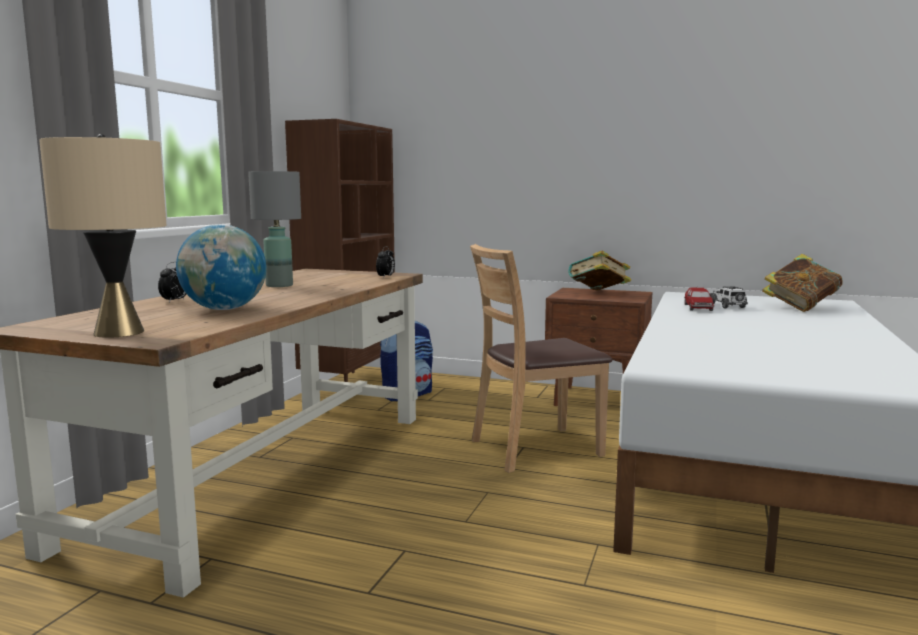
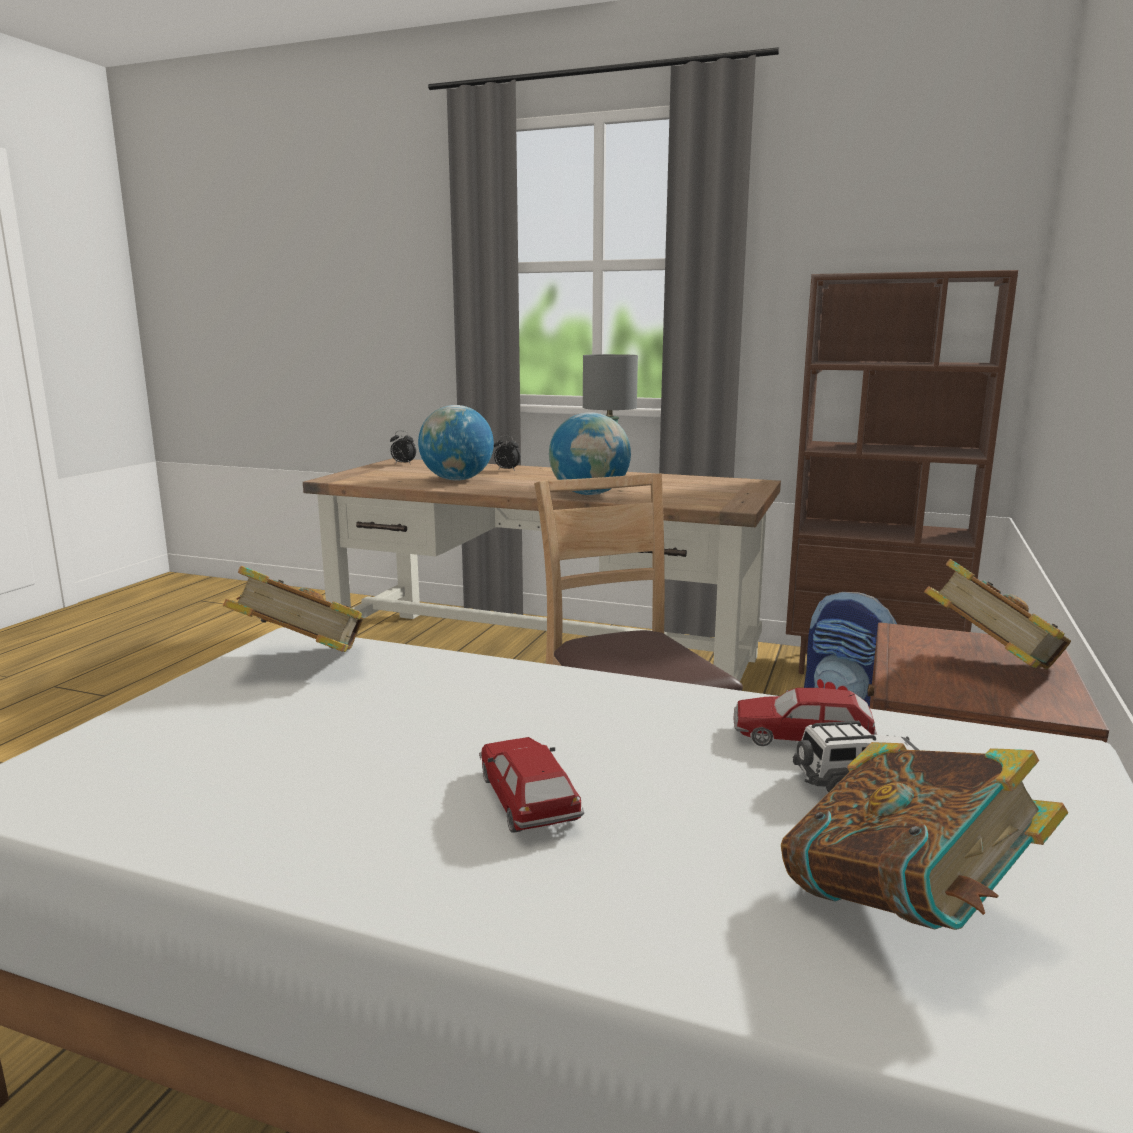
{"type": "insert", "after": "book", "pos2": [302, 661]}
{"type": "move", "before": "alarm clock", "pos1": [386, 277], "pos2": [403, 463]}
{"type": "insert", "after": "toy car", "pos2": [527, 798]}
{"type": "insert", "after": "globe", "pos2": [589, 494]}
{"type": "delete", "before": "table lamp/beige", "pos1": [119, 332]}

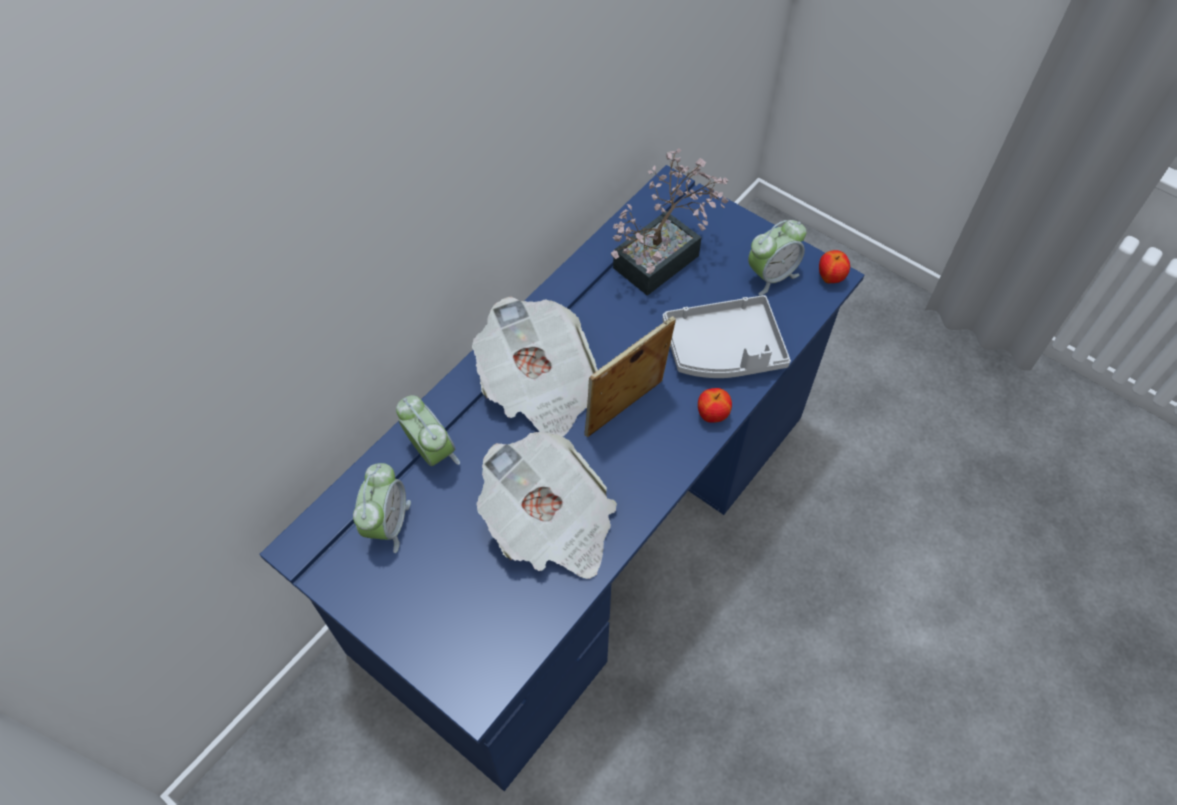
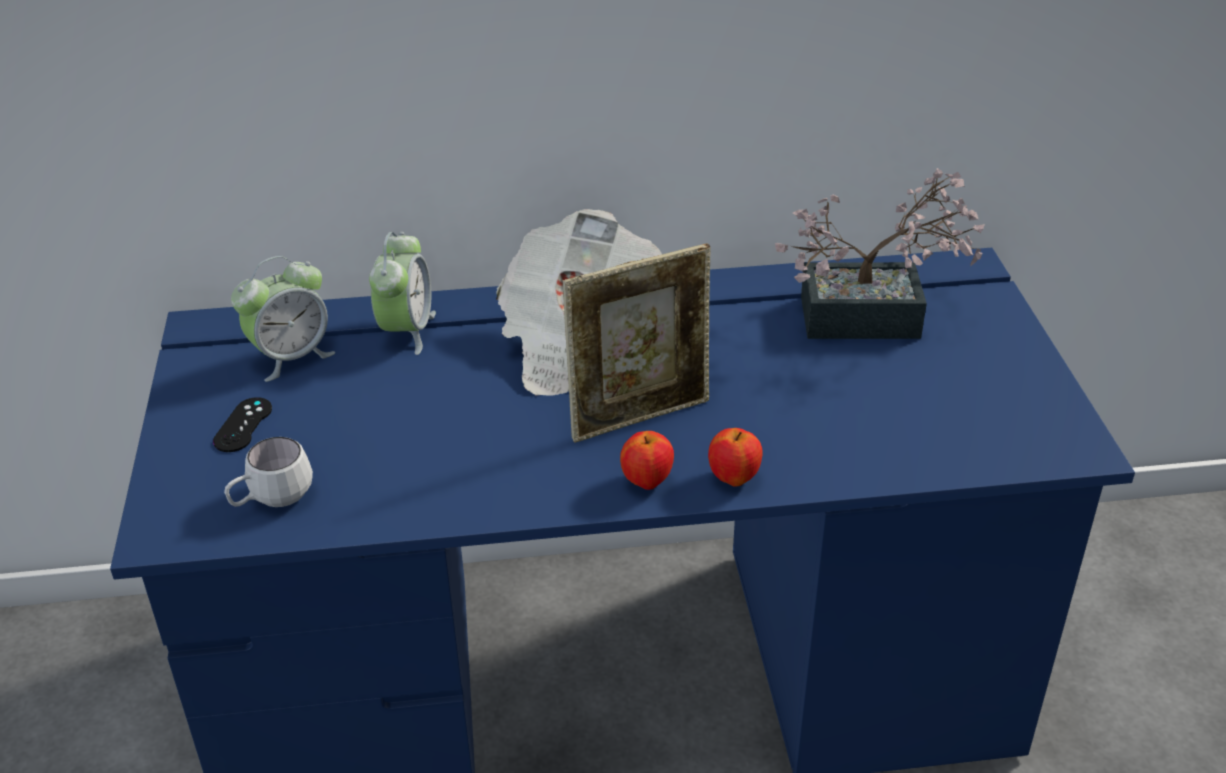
{"type": "insert", "after": "game controller/black", "pos2": [243, 425]}
{"type": "insert", "after": "mug/white", "pos2": [272, 500]}
{"type": "rotate", "before": "picture frame", "pos1": [625, 411], "pos2": [640, 416], "turn": 150}
{"type": "move", "before": "apple", "pos1": [830, 278], "pos2": [647, 482]}
{"type": "delete", "before": "newspaper", "pos1": [551, 524]}
{"type": "delete", "before": "tray/grey", "pos1": [724, 349]}
{"type": "delete", "before": "alarm clock", "pos1": [771, 276]}

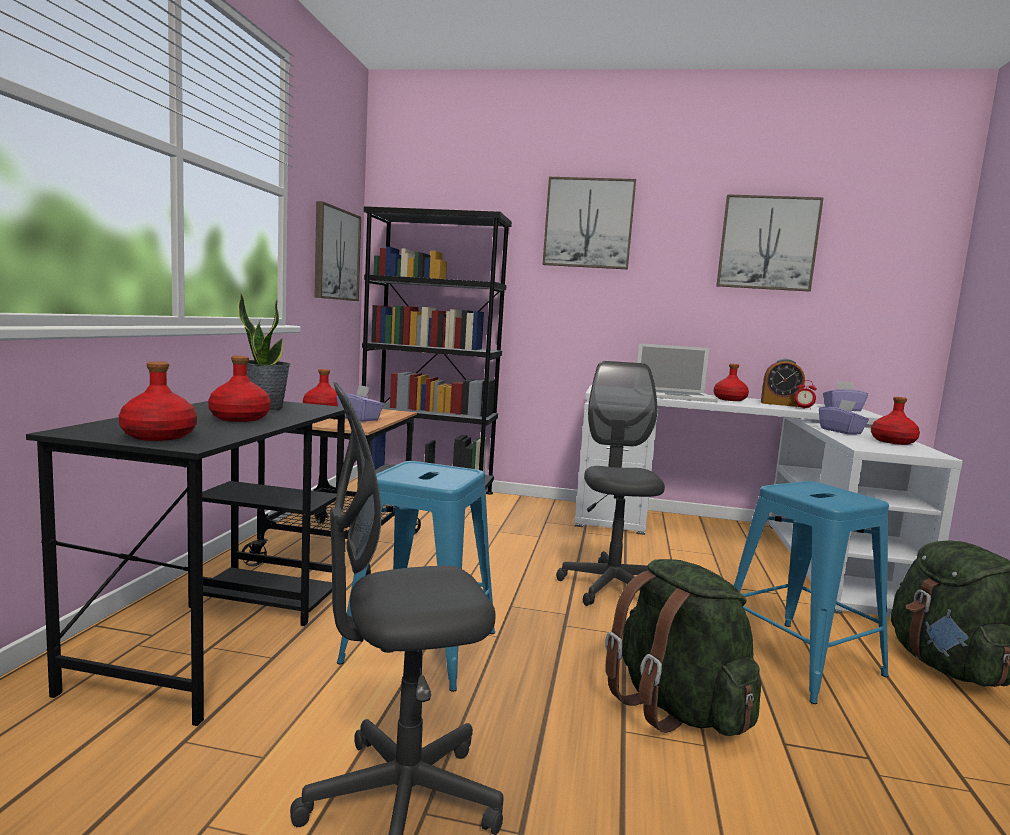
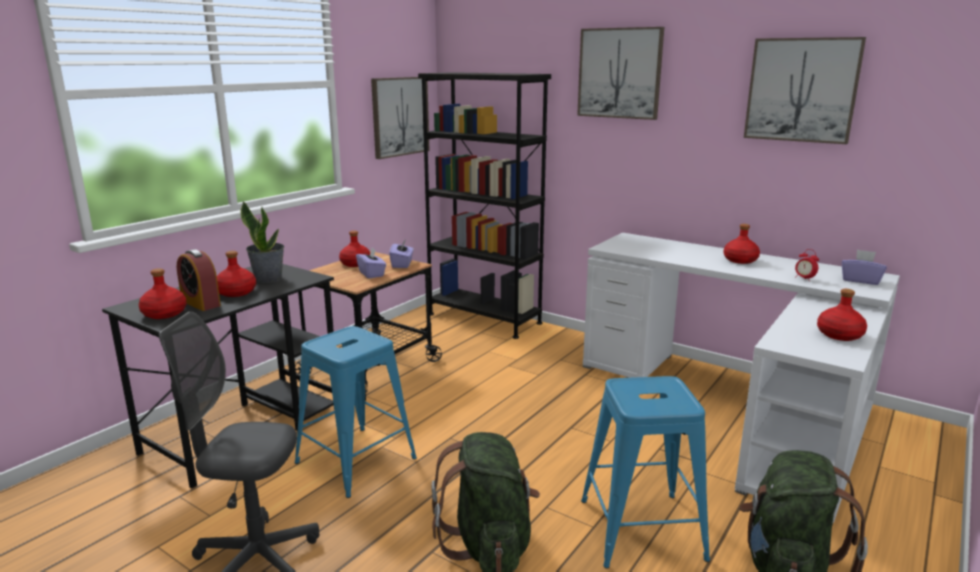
{"type": "move", "before": "alarm clock", "pos1": [780, 404], "pos2": [201, 303]}
{"type": "move", "before": "tissue box/purple", "pos1": [841, 431], "pos2": [402, 264]}
{"type": "delete", "before": "office chair/grey", "pos1": [611, 587]}
{"type": "delete", "before": "laptop", "pos1": [673, 396]}

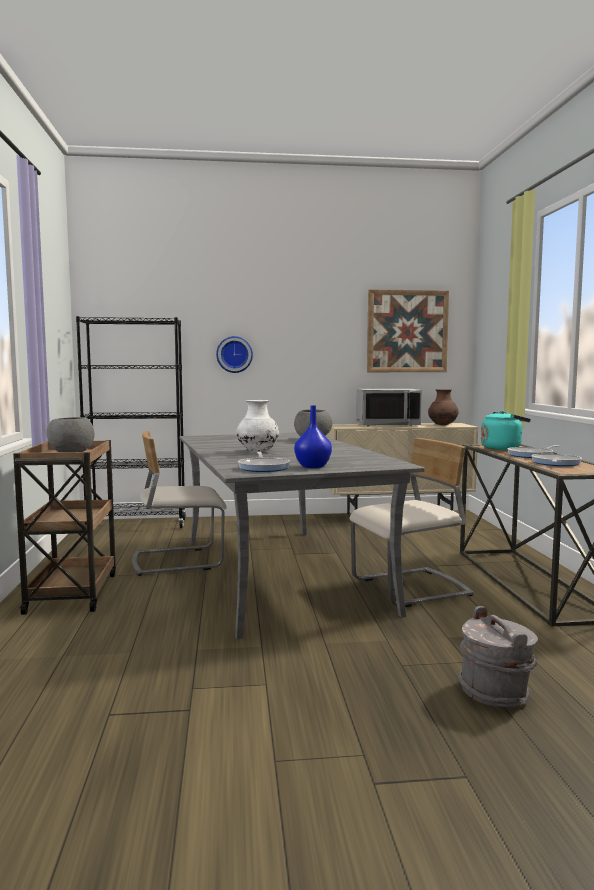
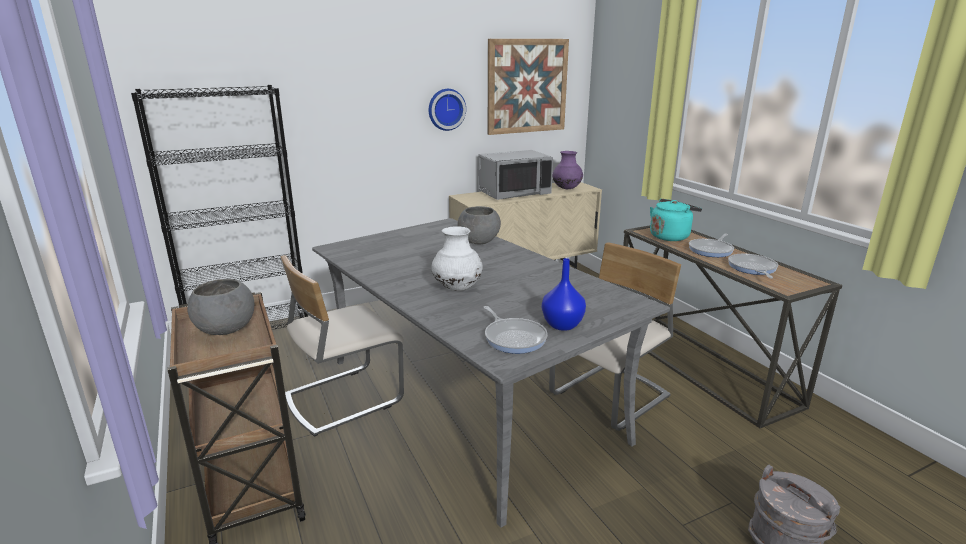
{"type": "move", "before": "wall clock", "pos1": [234, 354], "pos2": [446, 109]}
{"type": "recolor", "before": "vase/brown", "after": "vase/purple", "pos1": [442, 425], "pos2": [567, 189]}

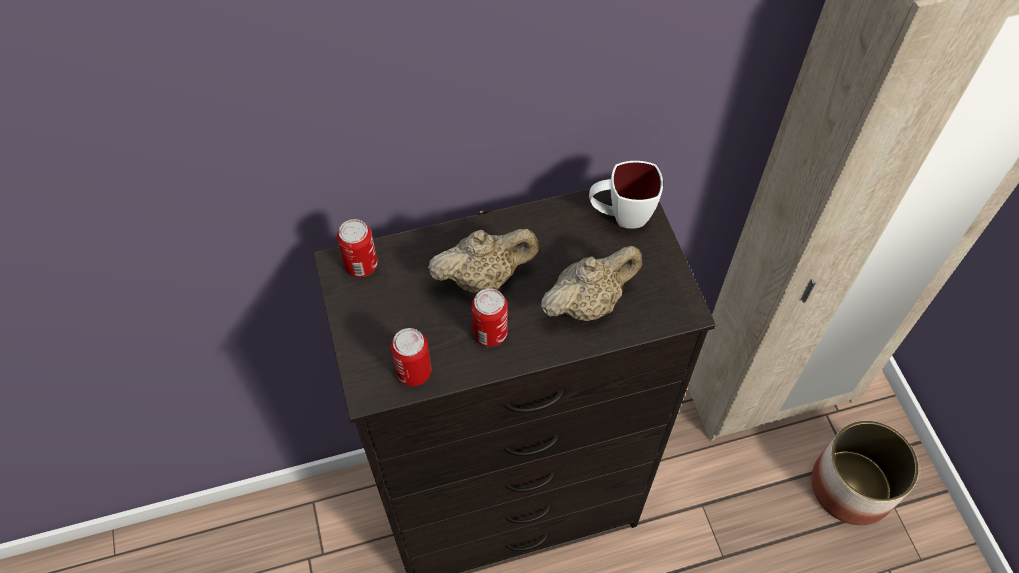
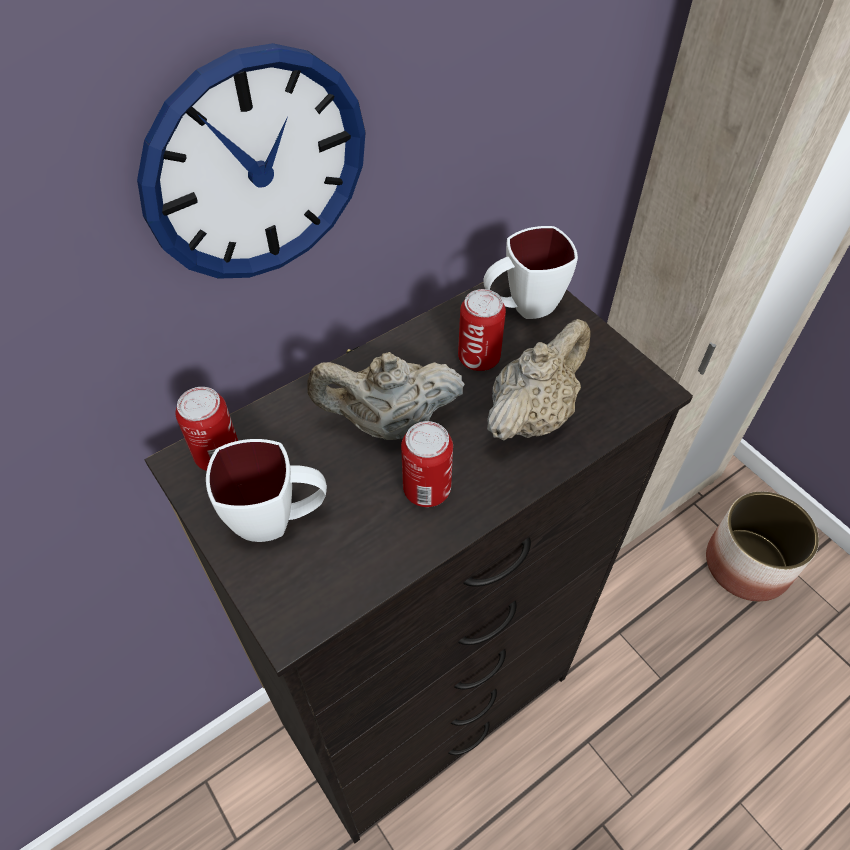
{"type": "insert", "after": "wall clock", "pos2": [257, 169]}
{"type": "insert", "after": "mug/white", "pos2": [279, 520]}
{"type": "rotate", "before": "teapot/beige", "pos1": [484, 277], "pos2": [388, 423], "turn": -150}
{"type": "move", "before": "can", "pos1": [414, 372], "pos2": [479, 358]}

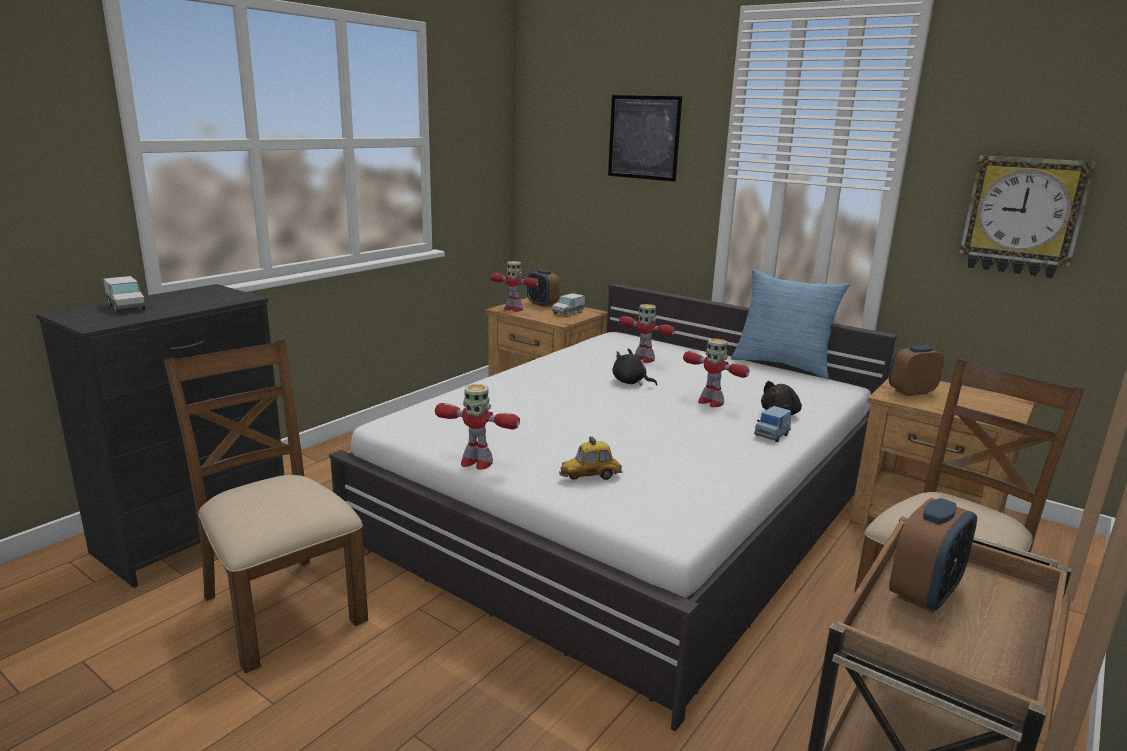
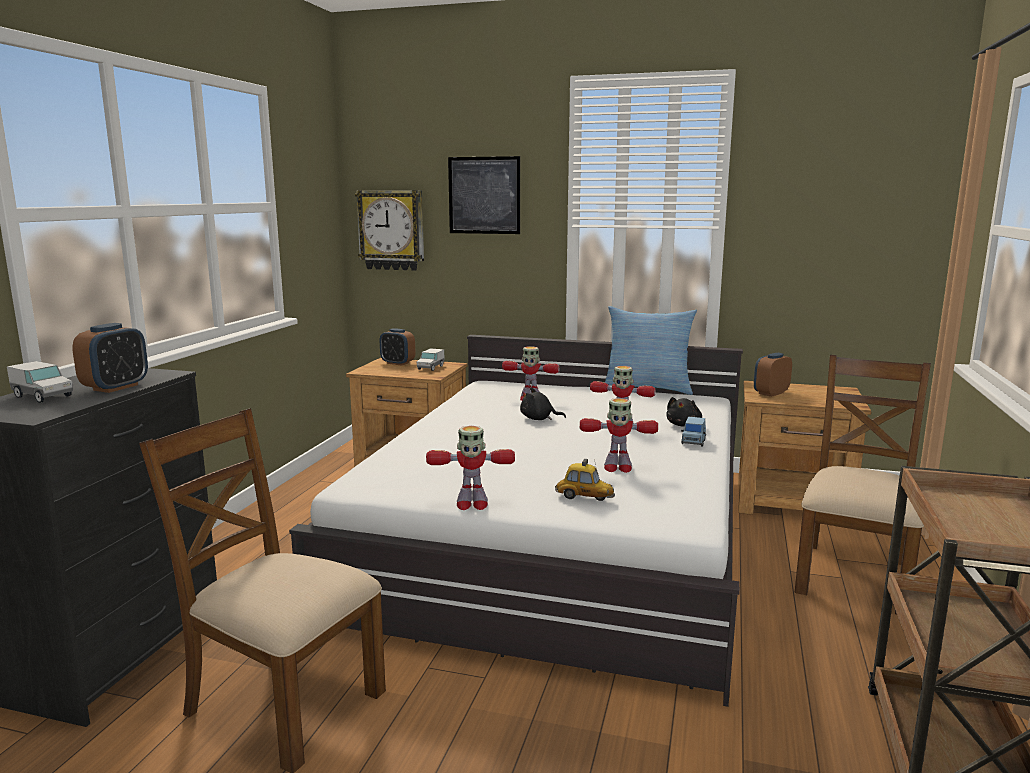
{"type": "move", "before": "alarm clock", "pos1": [924, 594], "pos2": [116, 387]}
{"type": "move", "before": "wall clock", "pos1": [1023, 216], "pos2": [391, 230]}
{"type": "rotate", "before": "toy car", "pos1": [590, 477], "pos2": [584, 497], "turn": -120}
{"type": "move", "before": "toy robot", "pos1": [513, 309], "pos2": [617, 468]}

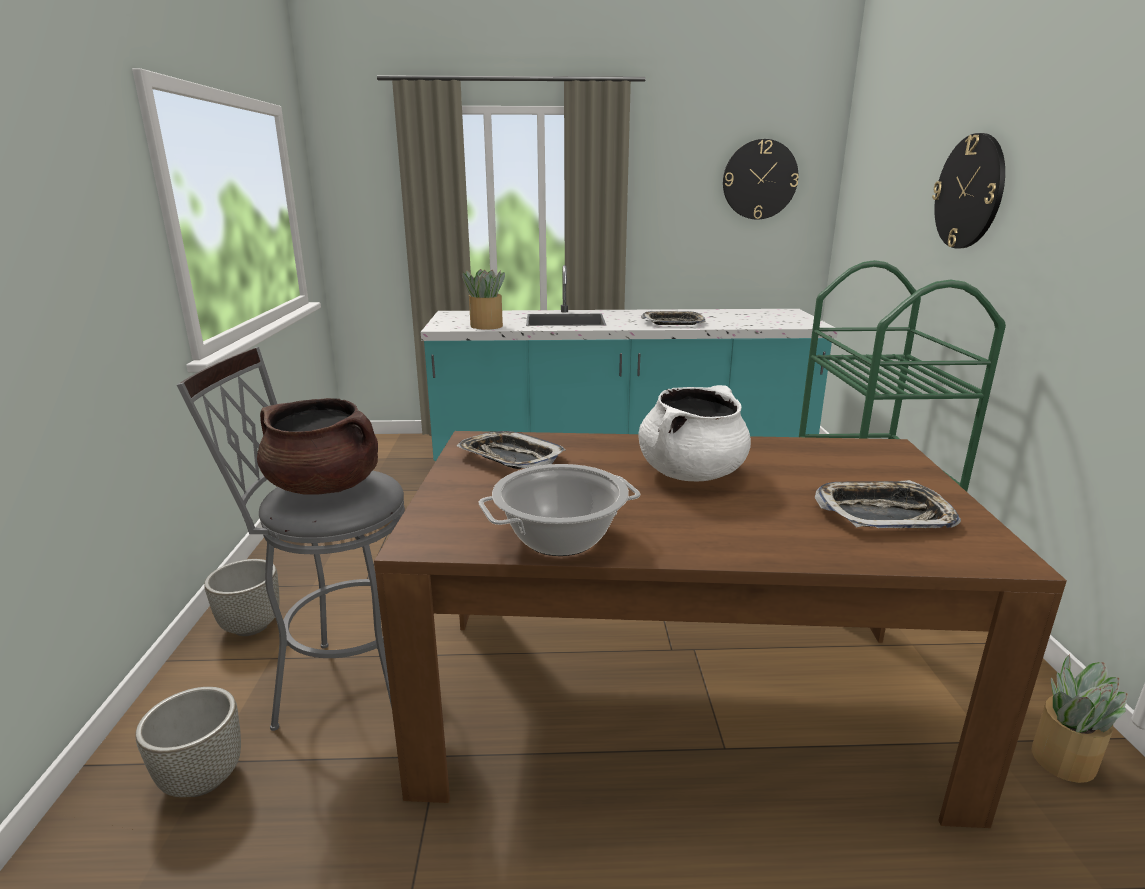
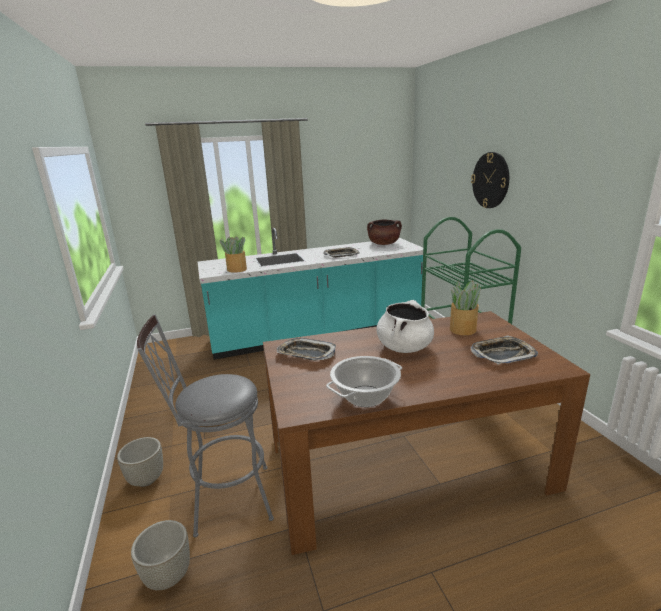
{"type": "move", "before": "cooking pot/brown", "pos1": [325, 486], "pos2": [384, 244]}
{"type": "move", "before": "potted plant", "pos1": [1064, 758], "pos2": [463, 329]}
{"type": "delete", "before": "wall clock", "pos1": [760, 179]}

